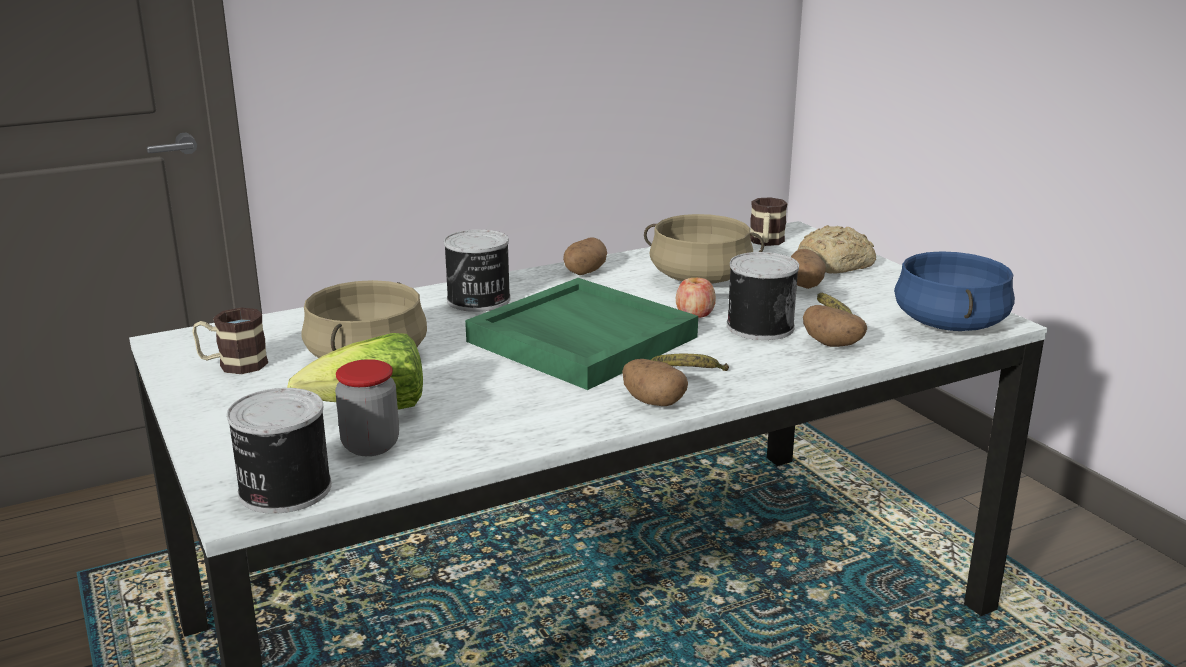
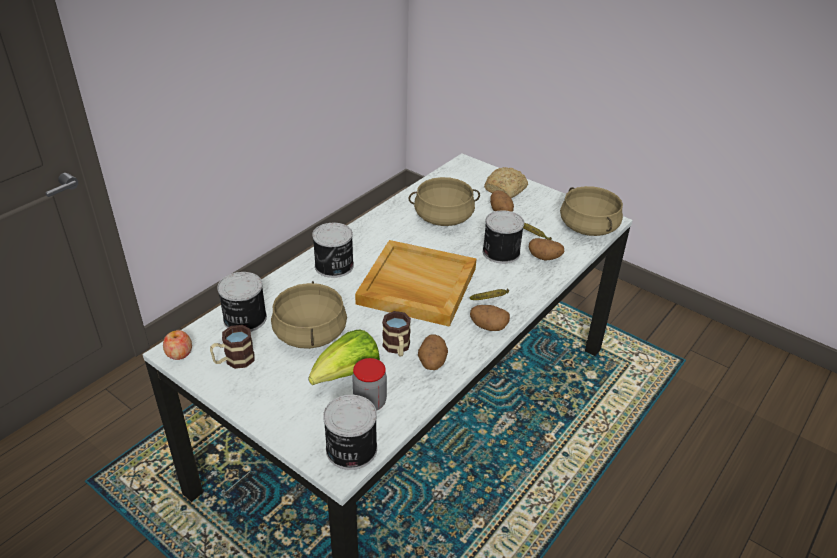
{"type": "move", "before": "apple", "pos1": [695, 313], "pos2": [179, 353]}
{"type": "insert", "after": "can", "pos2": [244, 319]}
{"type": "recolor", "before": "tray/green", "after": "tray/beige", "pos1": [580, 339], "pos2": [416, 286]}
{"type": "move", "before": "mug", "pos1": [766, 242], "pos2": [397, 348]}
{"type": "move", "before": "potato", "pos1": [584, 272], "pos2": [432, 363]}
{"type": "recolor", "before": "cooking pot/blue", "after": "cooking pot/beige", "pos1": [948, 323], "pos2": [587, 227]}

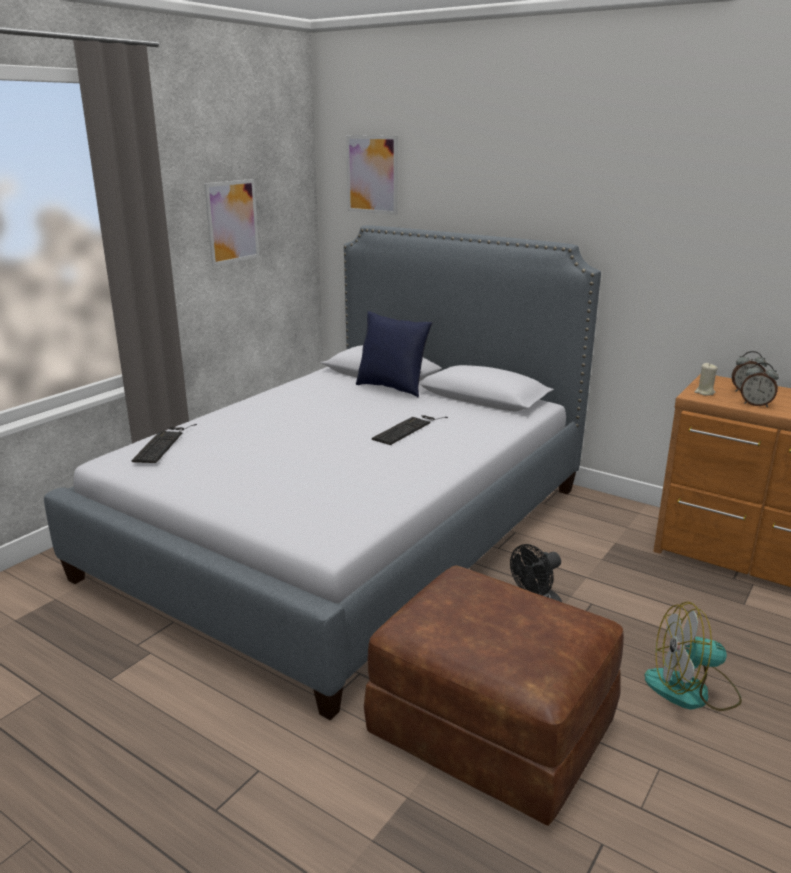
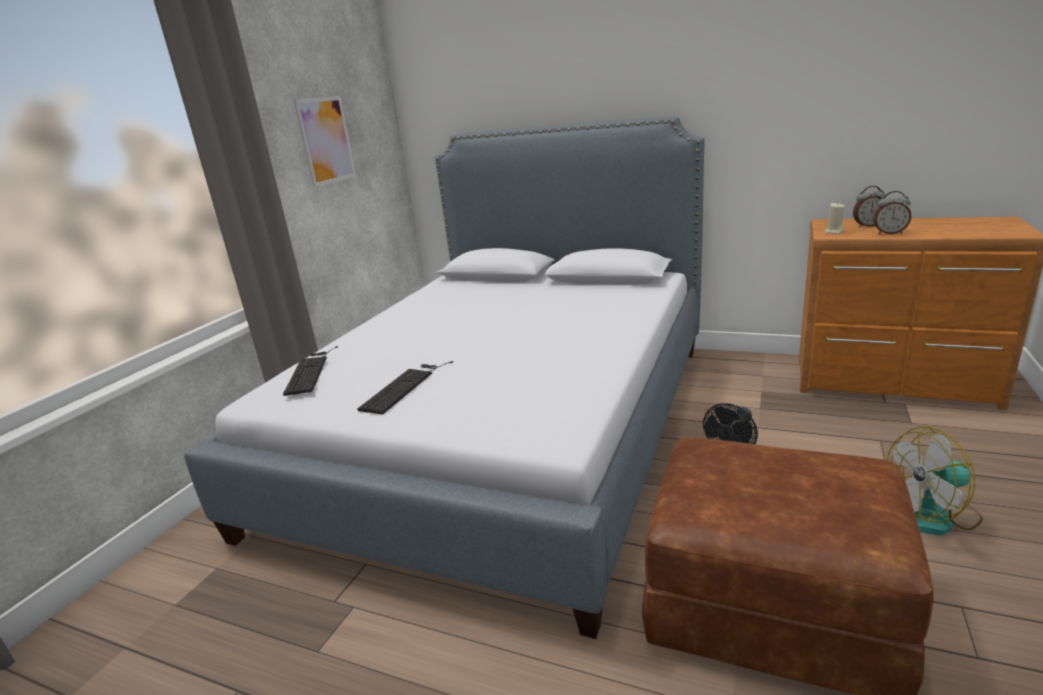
{"type": "move", "before": "keyboard", "pos1": [408, 429], "pos2": [405, 386]}
{"type": "delete", "before": "picture", "pos1": [372, 174]}
{"type": "delete", "before": "pillow/blue", "pos1": [392, 388]}

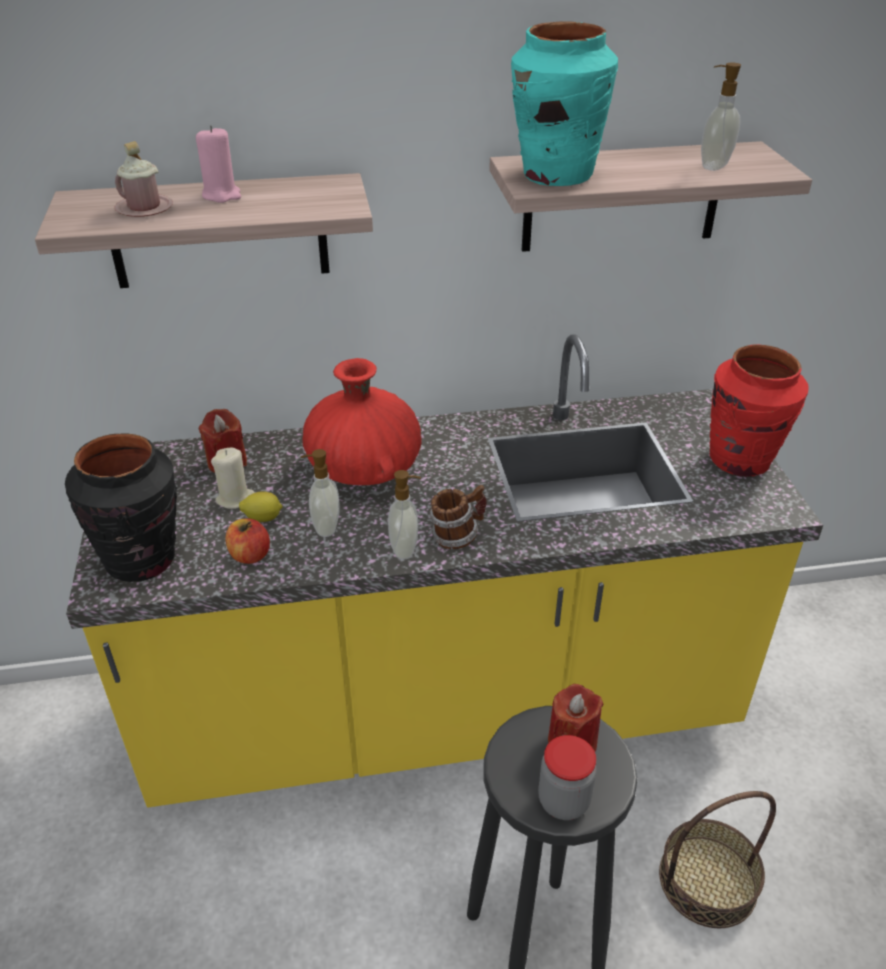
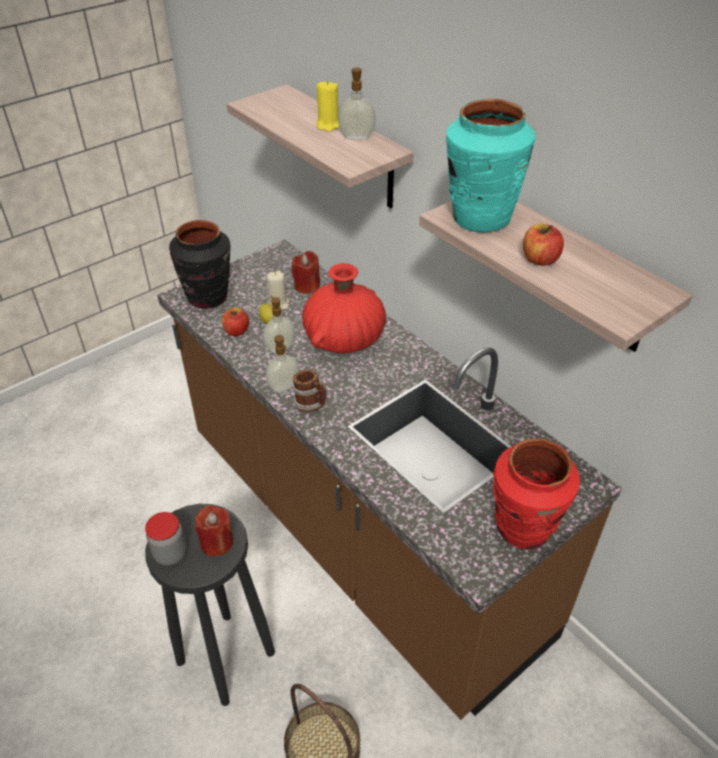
{"type": "recolor", "before": "counter/yellow", "after": "counter/brown", "pos1": [443, 712], "pos2": [359, 533]}
{"type": "recolor", "before": "candle/pink", "after": "candle/yellow", "pos1": [222, 195], "pos2": [328, 125]}
{"type": "move", "before": "soap dispenser", "pos1": [713, 166], "pos2": [356, 137]}
{"type": "insert", "after": "apple", "pos2": [539, 259]}
{"type": "delete", "before": "mug/pink", "pos1": [144, 208]}

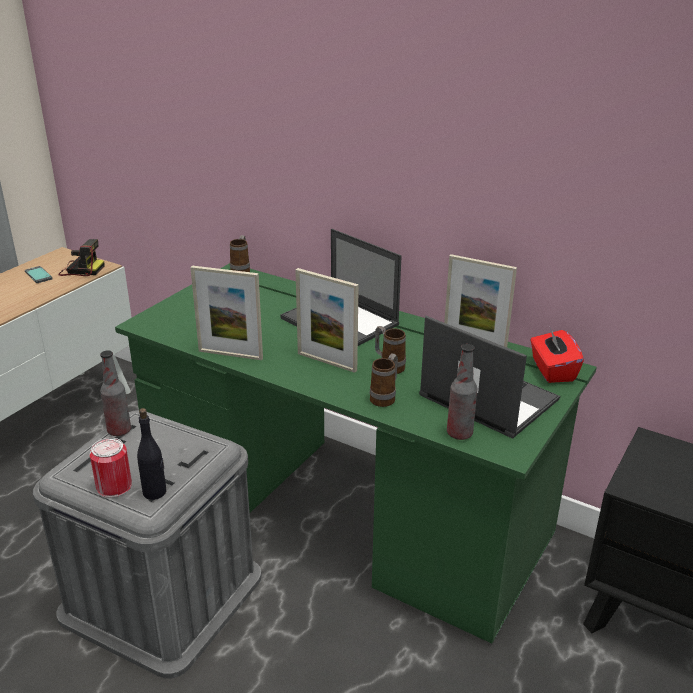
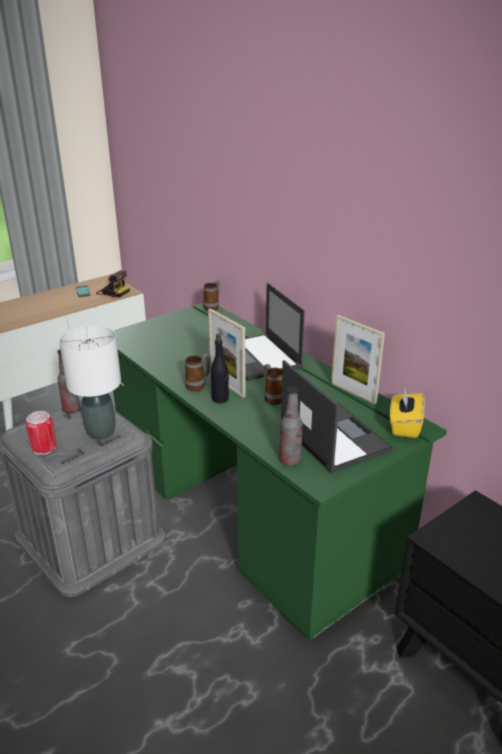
{"type": "insert", "after": "table lamp/white", "pos2": [100, 433]}
{"type": "move", "before": "mug", "pos1": [385, 397], "pos2": [198, 385]}
{"type": "move", "before": "bottle/black", "pos1": [155, 492], "pos2": [220, 399]}
{"type": "recolor", "before": "tissue box/red", "after": "tissue box/yellow", "pos1": [552, 370], "pos2": [404, 426]}
{"type": "delete", "before": "picture frame", "pos1": [230, 354]}

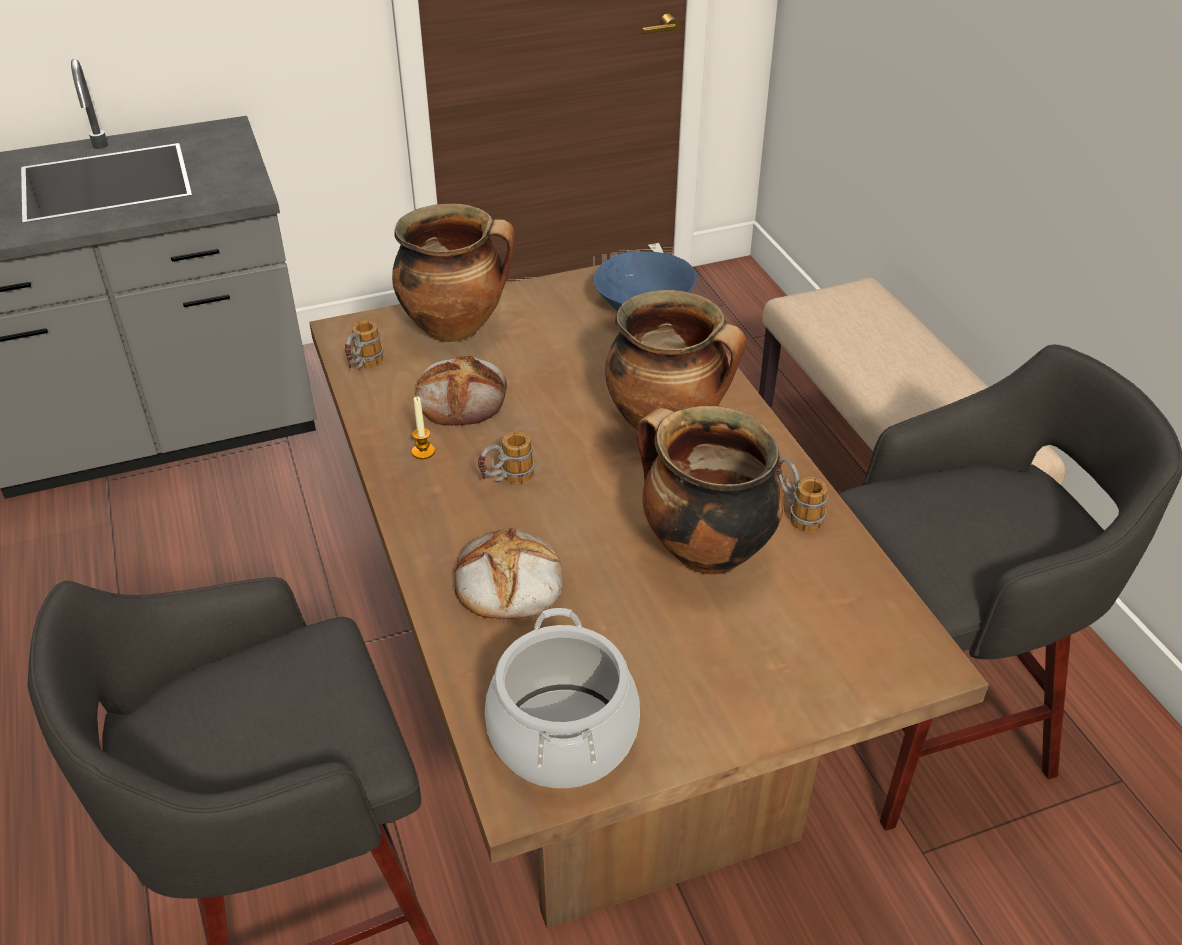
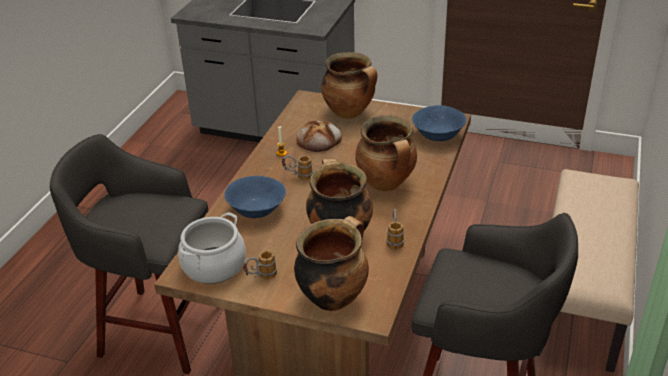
{"type": "replace", "before": "bread", "after": "bowl/blue", "pos1": [508, 582], "pos2": [256, 210]}
{"type": "move", "before": "mug", "pos1": [363, 367], "pos2": [261, 277]}
{"type": "insert", "after": "cooking pot", "pos2": [333, 297]}

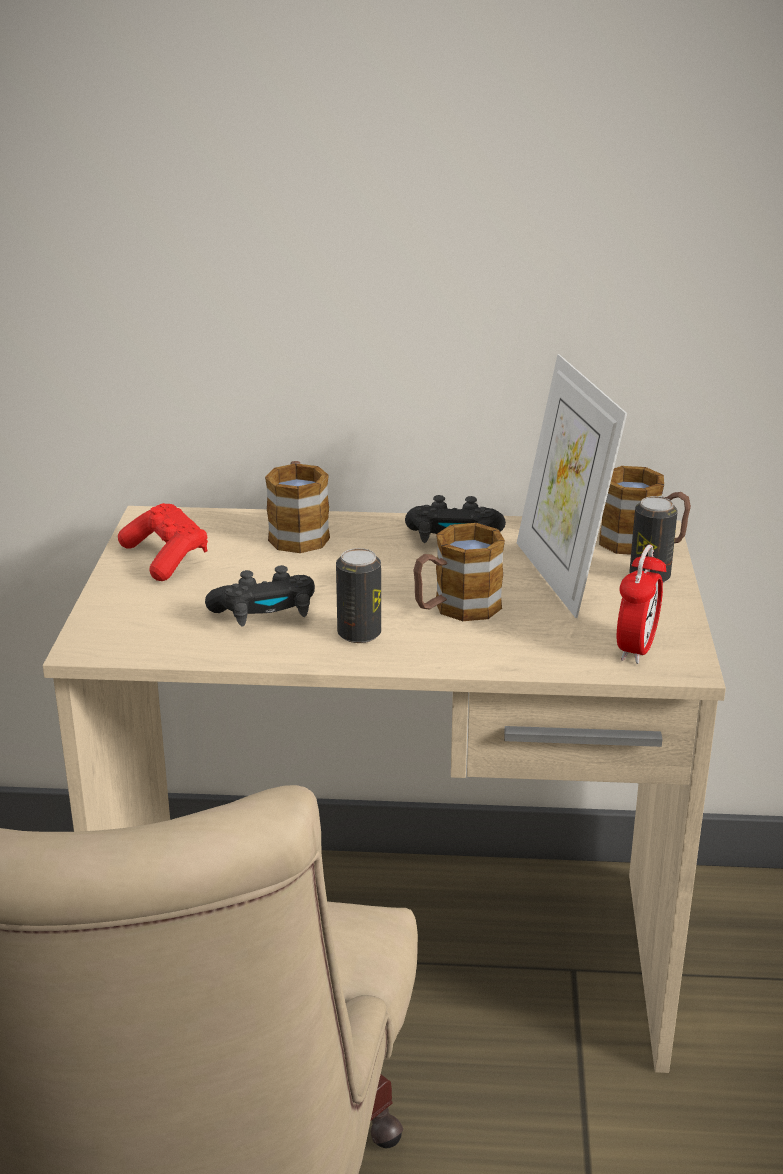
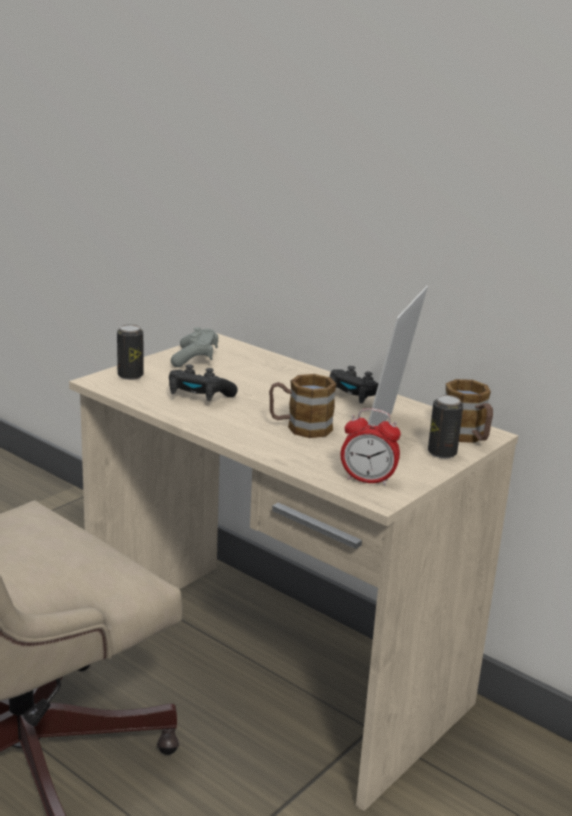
{"type": "move", "before": "can", "pos1": [359, 634], "pos2": [130, 375]}
{"type": "recolor", "before": "game controller/red", "after": "game controller/grey", "pos1": [166, 557], "pos2": [195, 359]}
{"type": "rotate", "before": "alarm clock", "pos1": [636, 649], "pos2": [367, 480], "turn": 45}
{"type": "delete", "before": "mug", "pos1": [298, 533]}

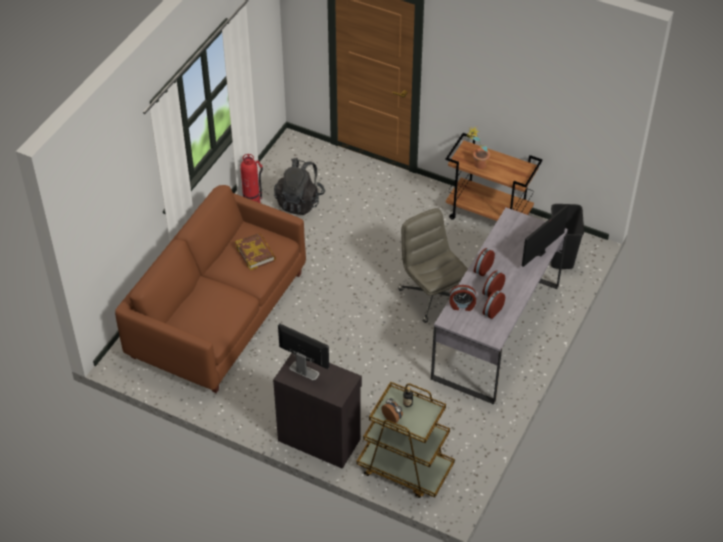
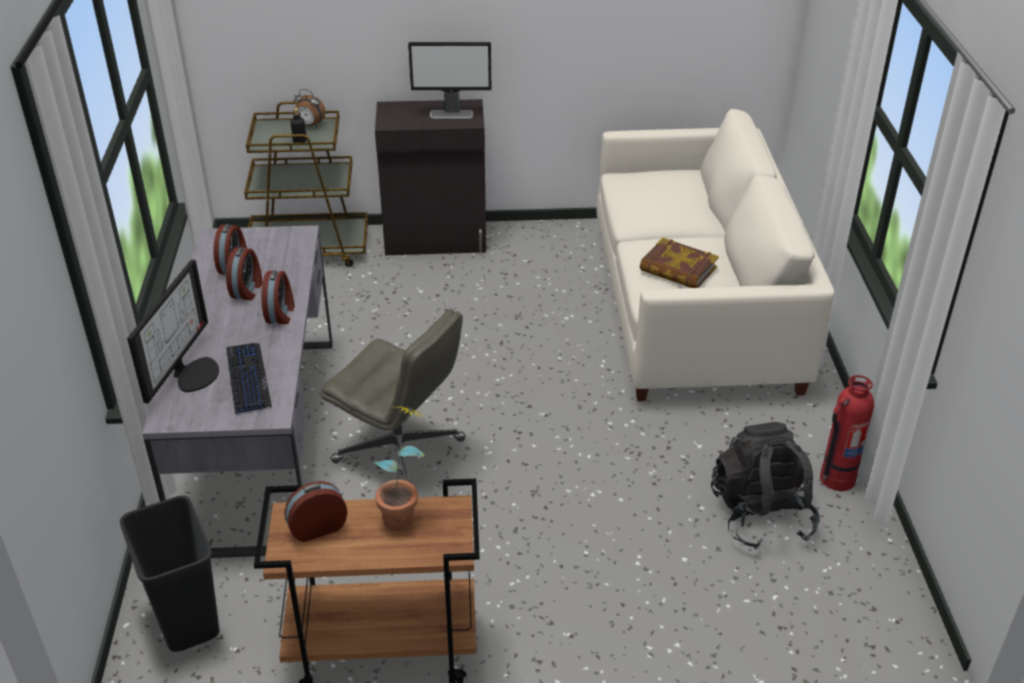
{"type": "insert", "after": "keyboard", "pos2": [247, 378]}
{"type": "move", "before": "alarm clock", "pos1": [462, 305], "pos2": [317, 527]}
{"type": "recolor", "before": "sofa/brown", "after": "sofa/white", "pos1": [218, 314], "pos2": [695, 309]}

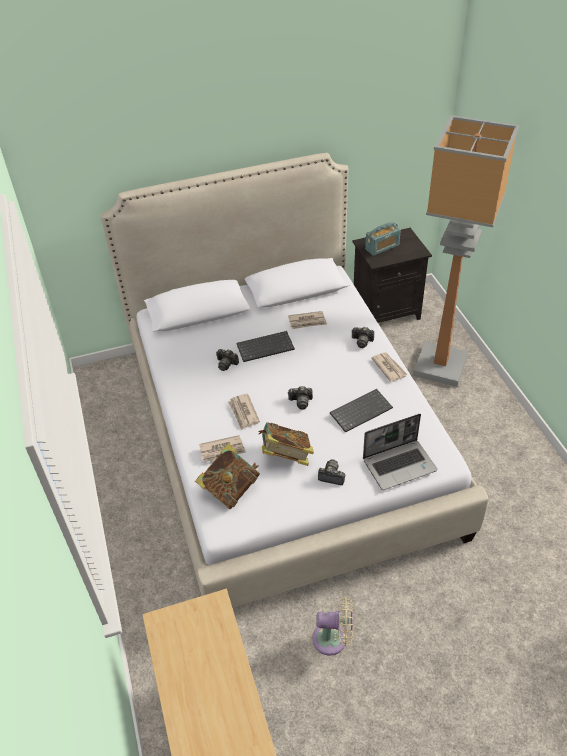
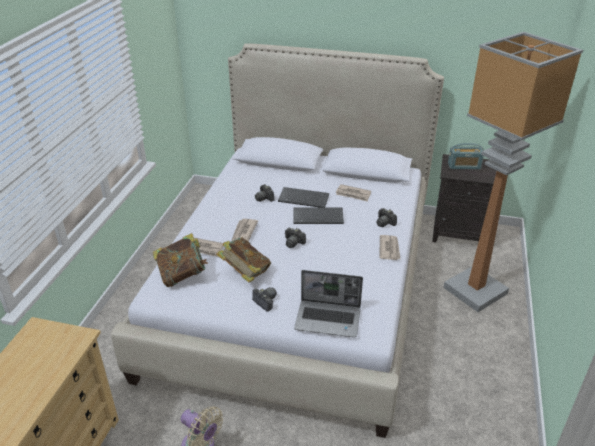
{"type": "move", "before": "keyboard", "pos1": [361, 410], "pos2": [318, 216]}

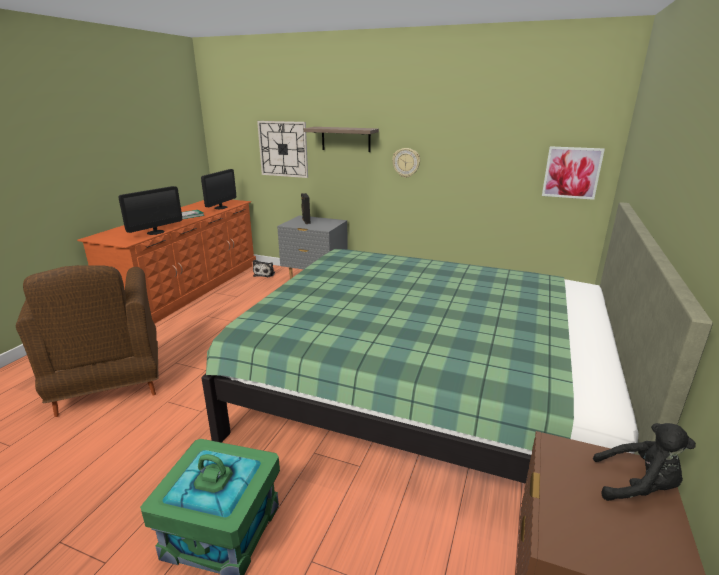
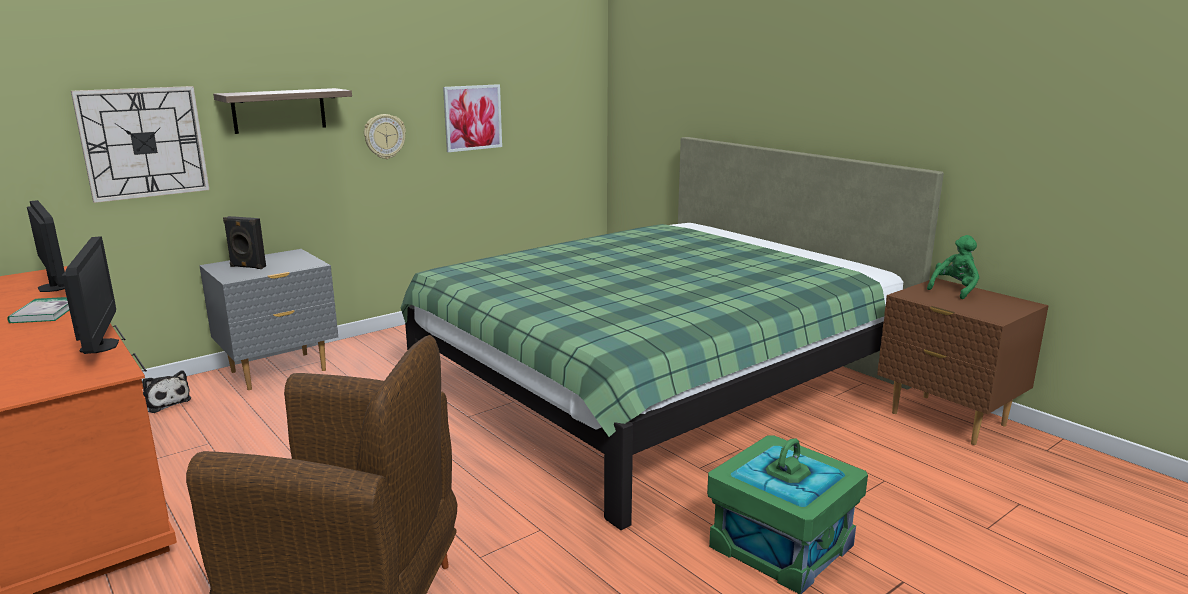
{"type": "move", "before": "picture", "pos1": [571, 172], "pos2": [472, 117]}
{"type": "recolor", "before": "plush toy/black", "after": "plush toy/green", "pos1": [637, 486], "pos2": [954, 290]}

